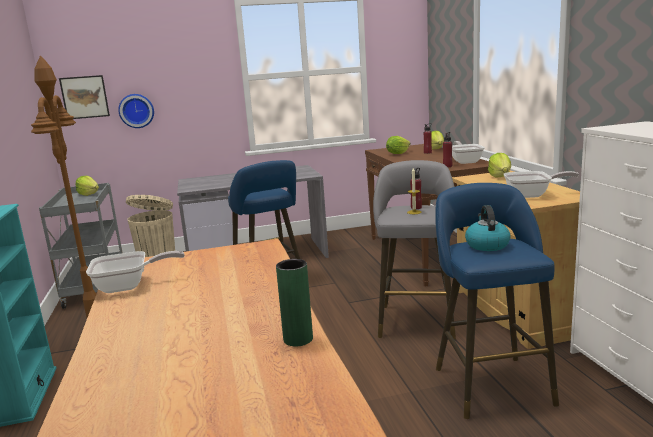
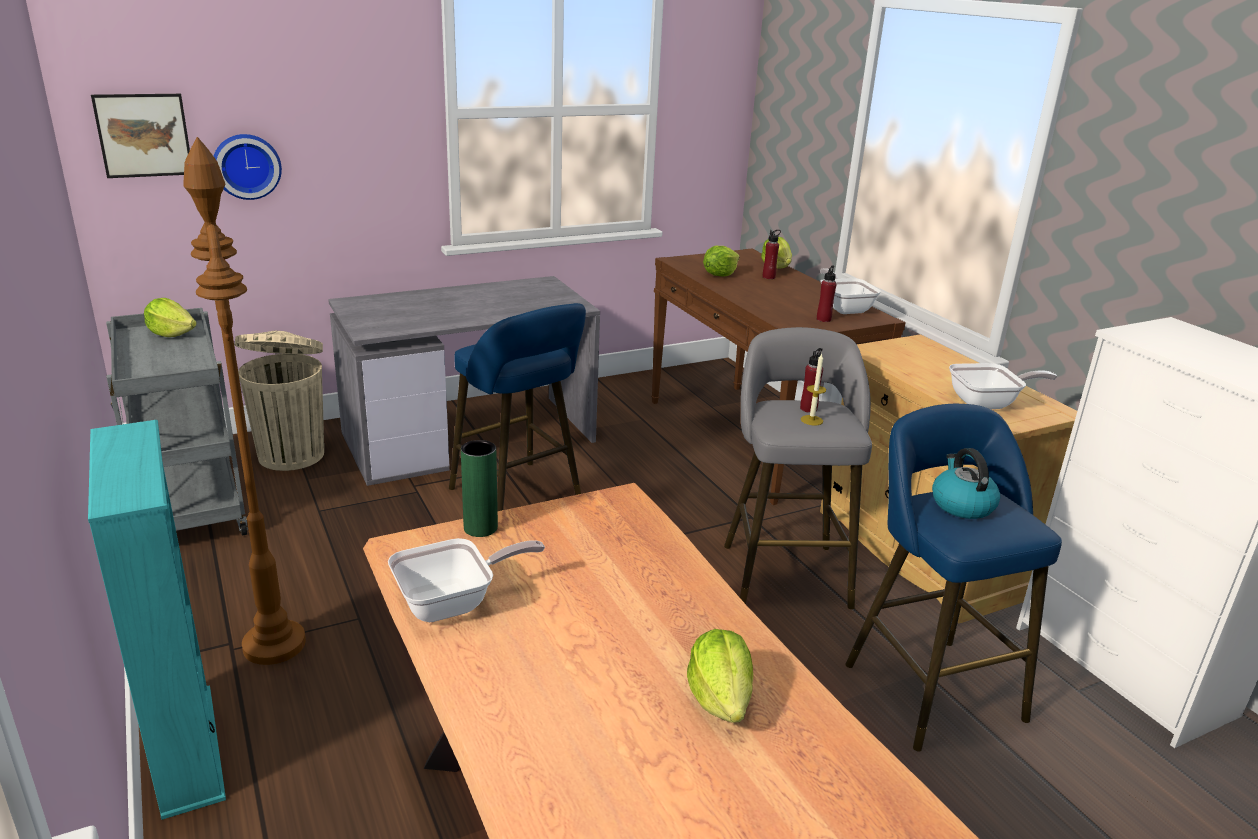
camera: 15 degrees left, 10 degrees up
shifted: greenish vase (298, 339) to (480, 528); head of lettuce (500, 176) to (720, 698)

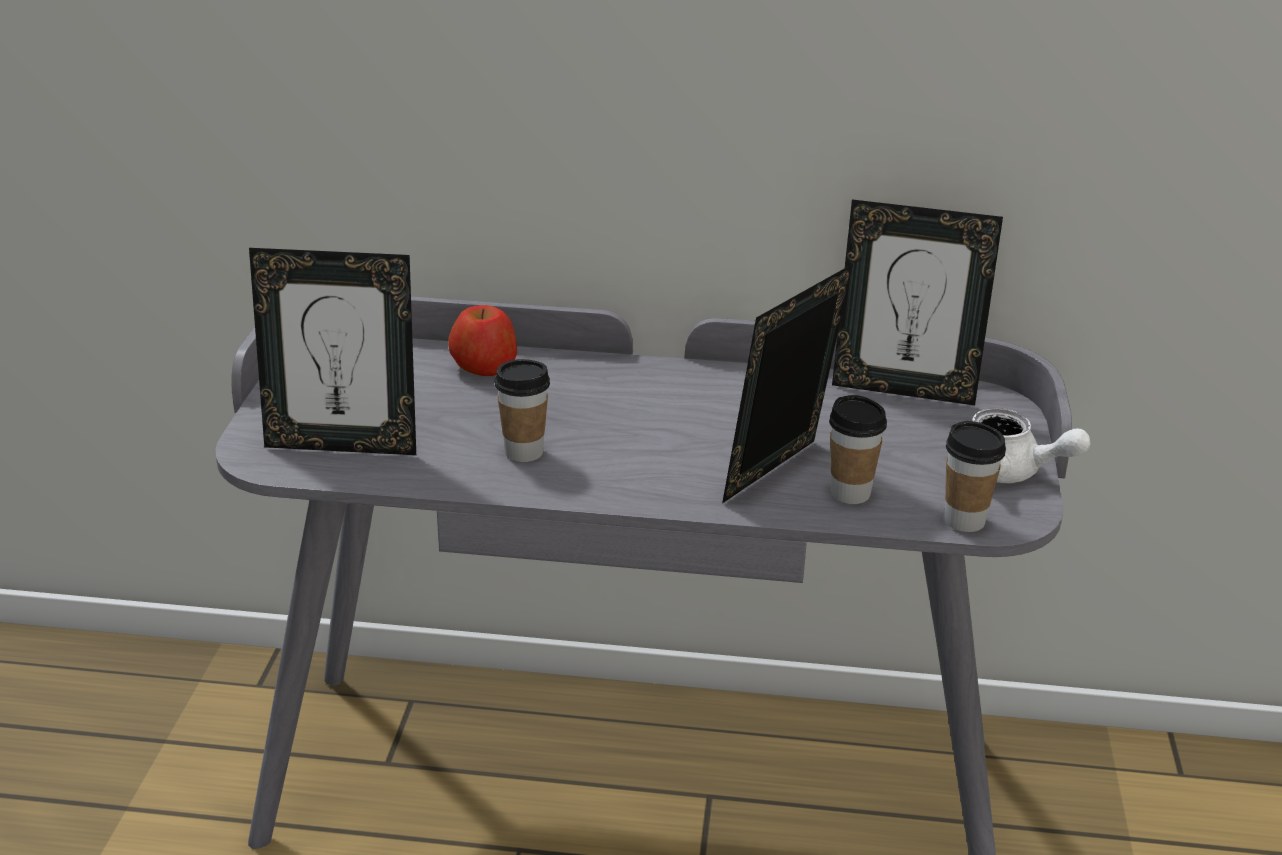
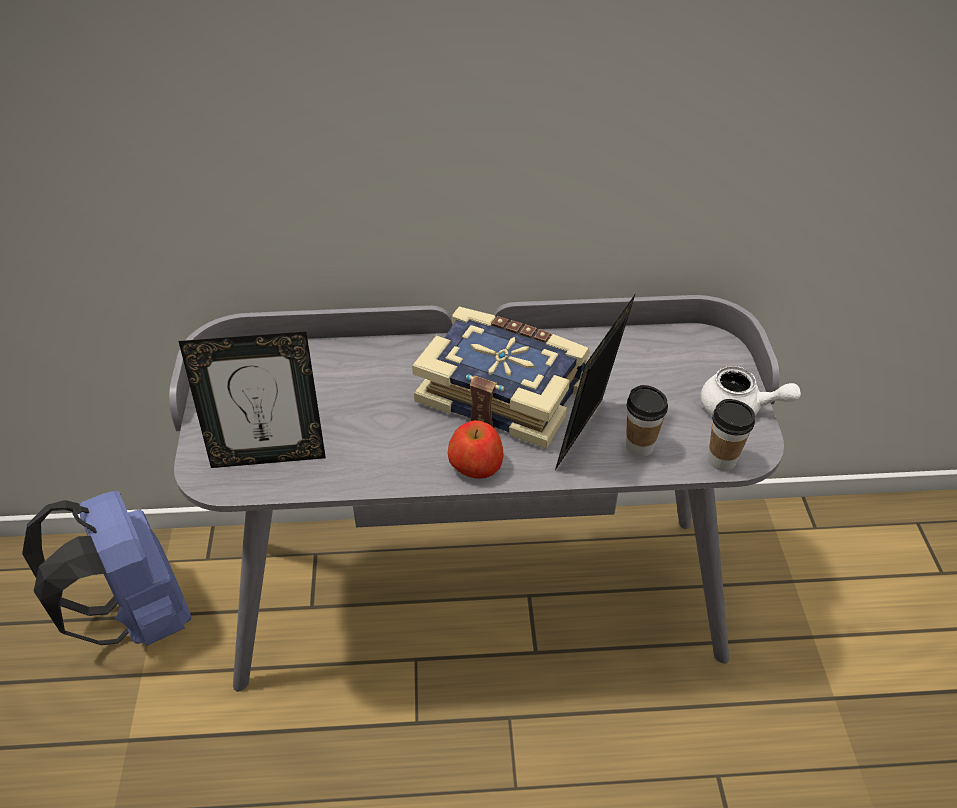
camera: 10 degrees left, 15 degrees up
gone: cup (524, 452); picture frame (904, 389)
new: blue knapsack (136, 615); volume (503, 392)
shifted: whole apple (484, 367) to (475, 465)

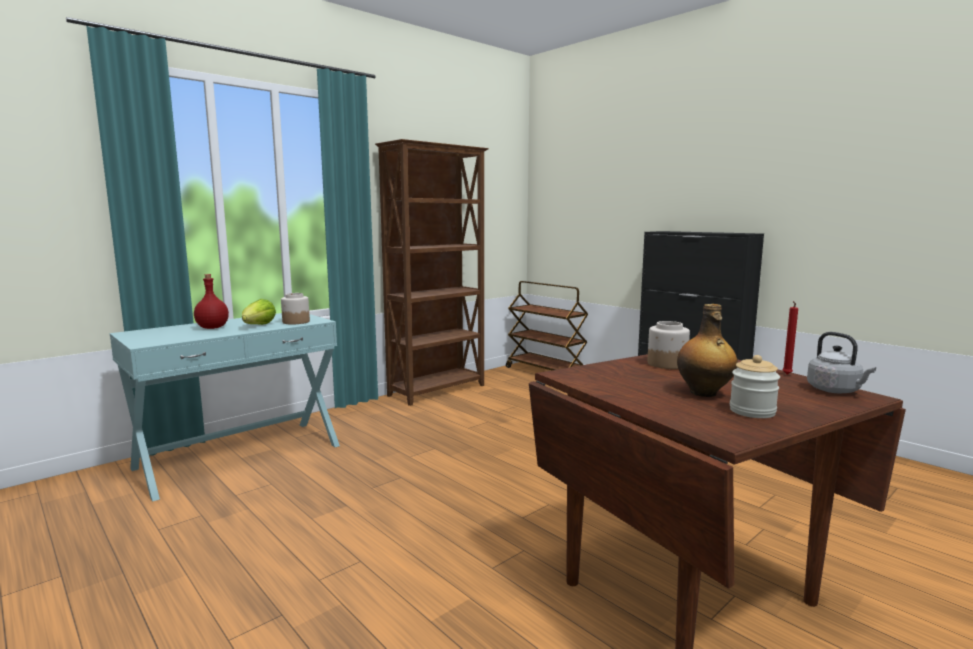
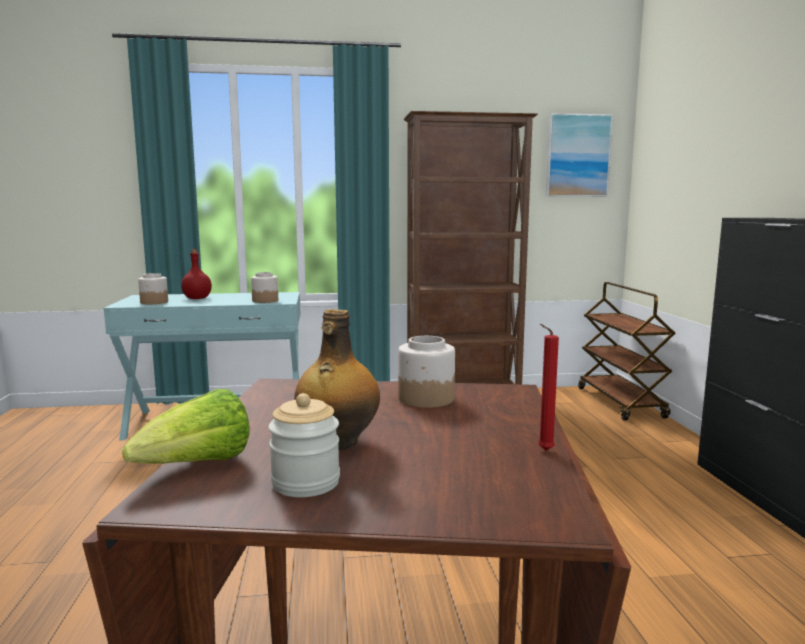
camera: 35 degrees right, 0 degrees up
gone: grey kettle (836, 391)
new: jar (154, 302); wall art (577, 155)
shifted: head of lettuce (258, 326) to (198, 466)

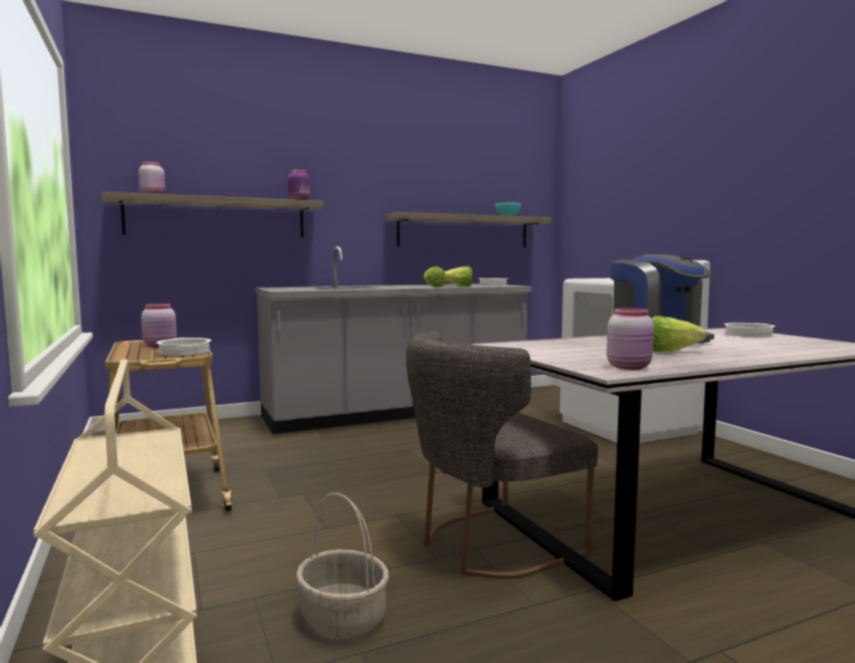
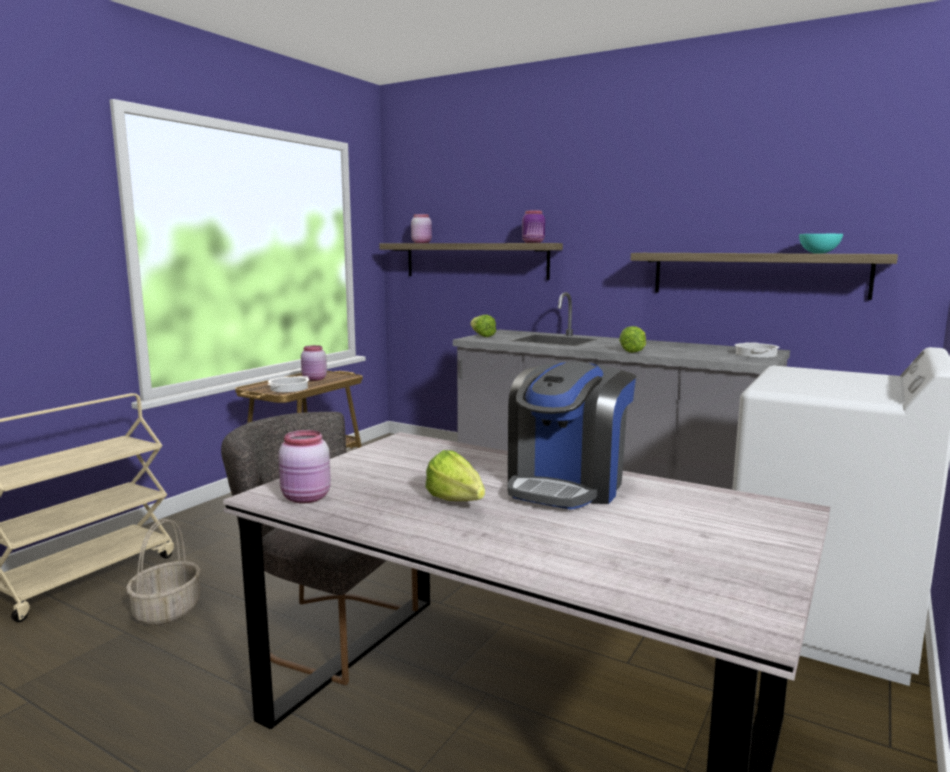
camera: 55 degrees right, 5 degrees up
gone: cooking pot (748, 334)
shifted: head of lettuce (456, 286) to (481, 335)

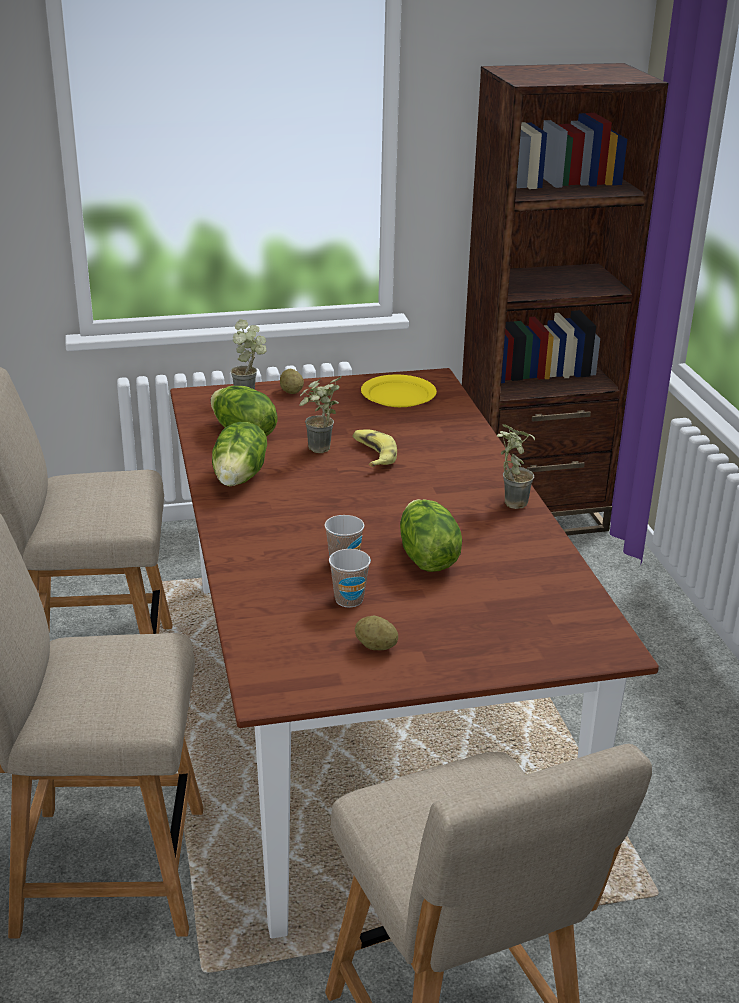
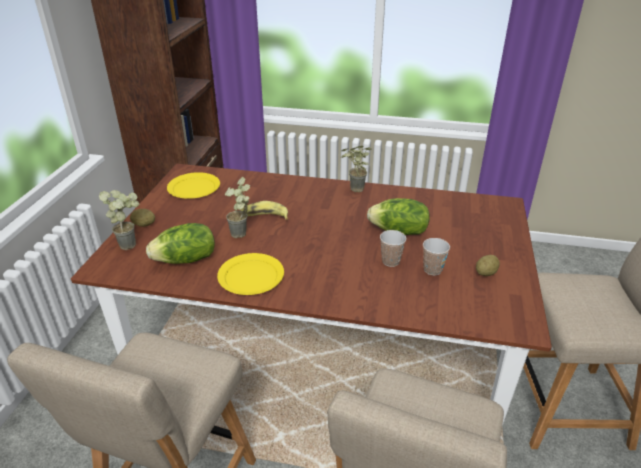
camera: 65 degrees left, 5 degrees up
swapped: head of lettuce (240, 477) to yellow dinner plate (251, 276)

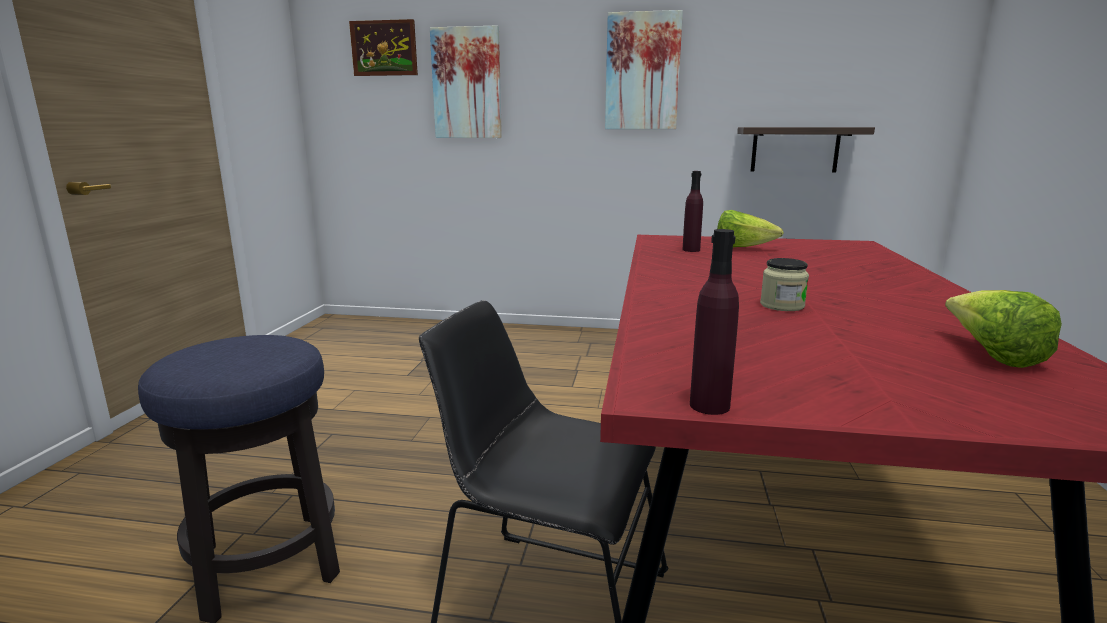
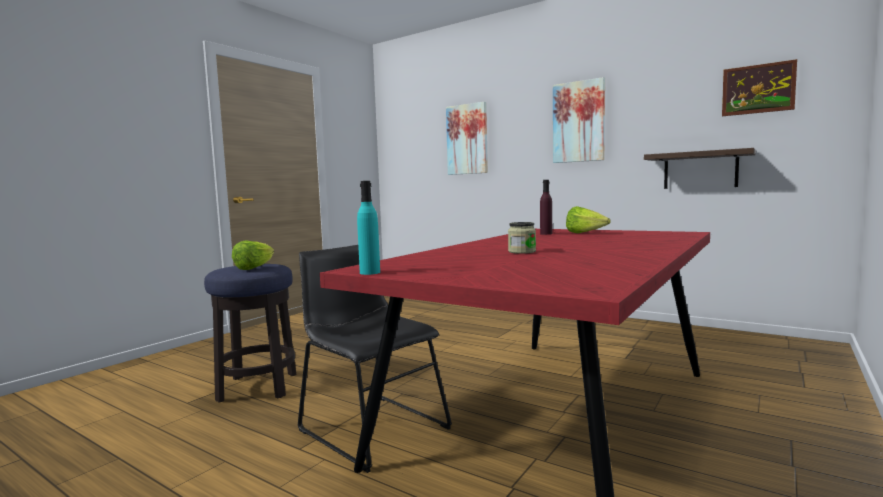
camera: 25 degrees right, 10 degrees down
shifted: head of lettuce (991, 355) to (254, 268); wall art (384, 48) to (758, 89)
repainted: purplish beverage bottle (709, 405) to turquoise beverage bottle (370, 272)

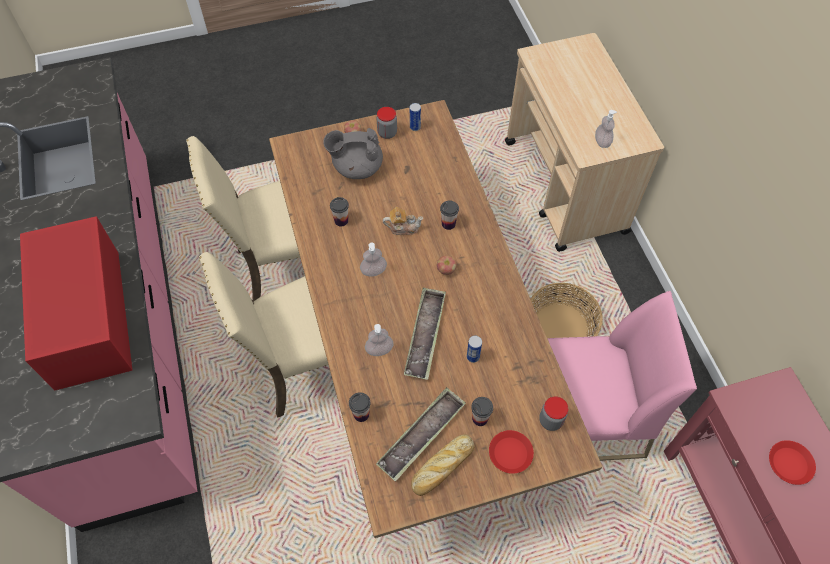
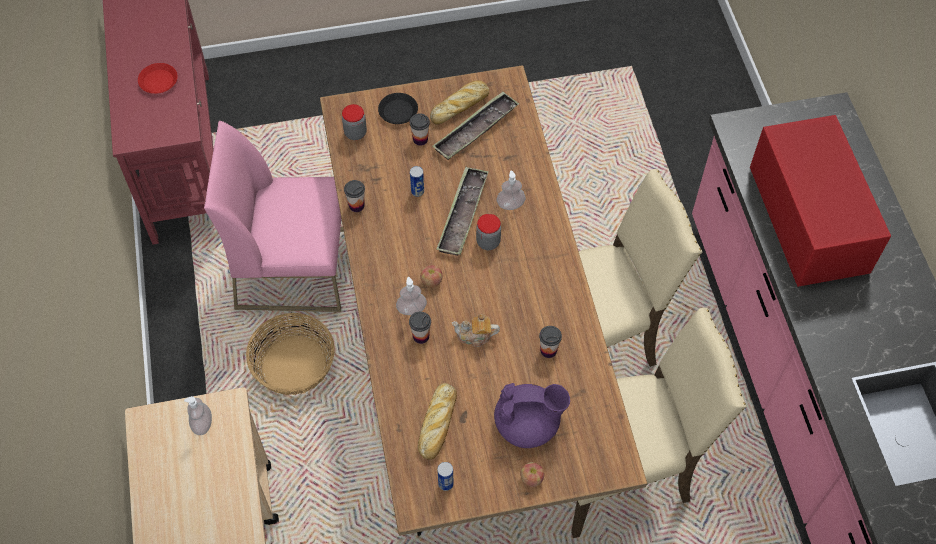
camera: 175 degrees left, 0 degrees up
new: baked bread (437, 424)
shifted: cup (361, 414) to (356, 205); soap bottle (373, 271) to (411, 309); jar (387, 133) to (488, 242)
repainted: reddish dinner plate (510, 453) to black-coloured dinner plate (398, 111); grey pot for tea (356, 167) to purplish pot for tea (528, 424)

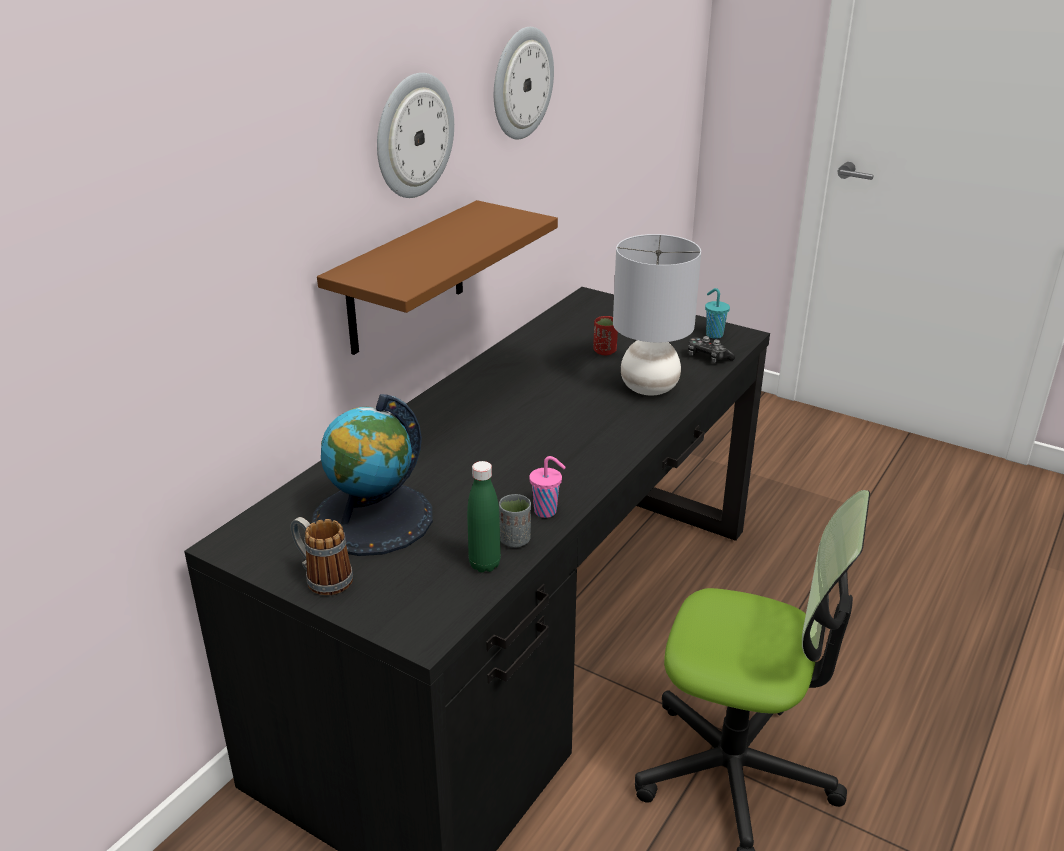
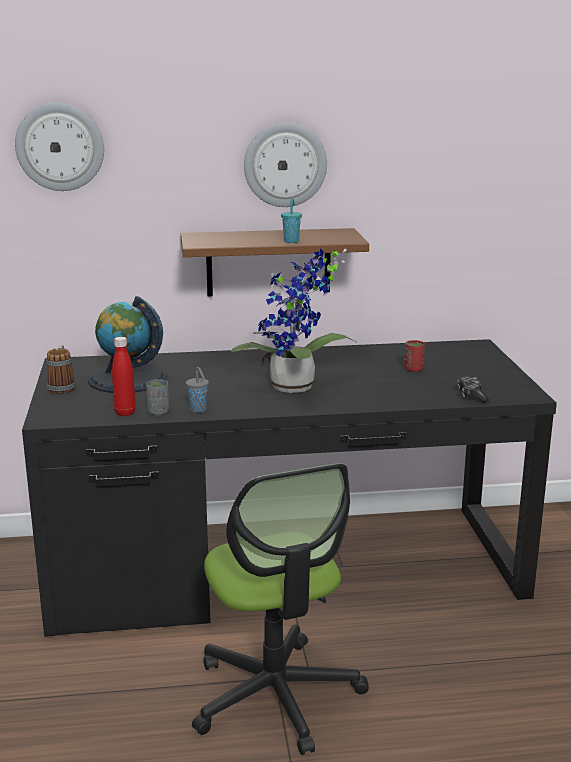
camera: 50 degrees right, 10 degrees down
gone: grey table lamp (648, 387)
new: plant in a pot (295, 389)
shifted: wall clock (521, 83) to (60, 147); turquoise cup (713, 334) to (291, 241)
repainted: greenish beverage bottle (484, 564) to reddish beverage bottle (125, 413); pink cup (547, 511) to grey cup (198, 410)

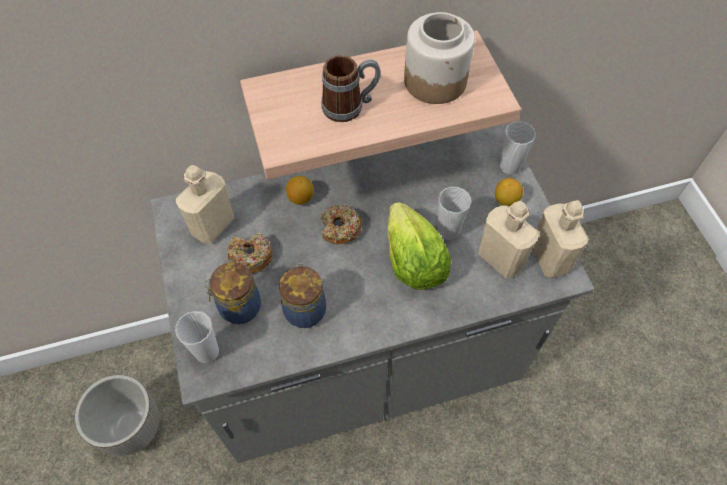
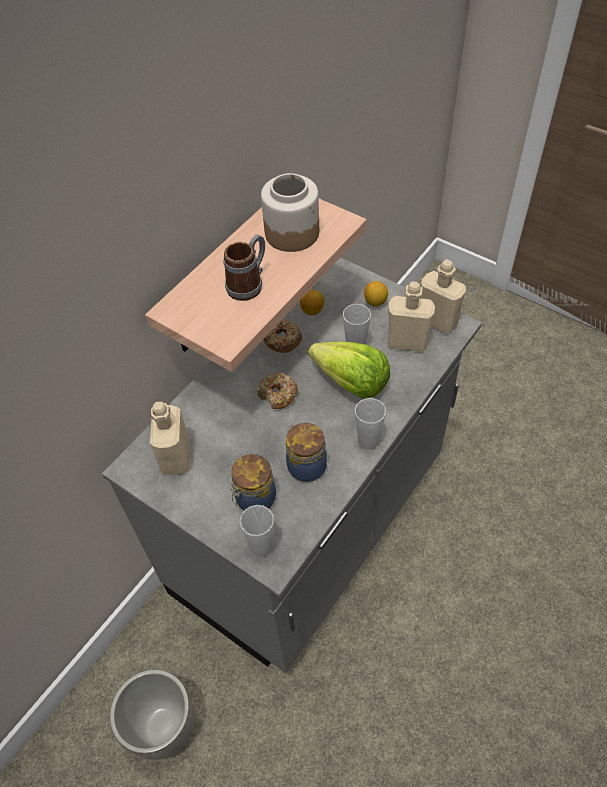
camera: 35 degrees left, 5 degrees down
shifted: donut (251, 256) to (283, 340); citrus fruit (301, 198) to (312, 310); cup (509, 166) to (368, 441)

